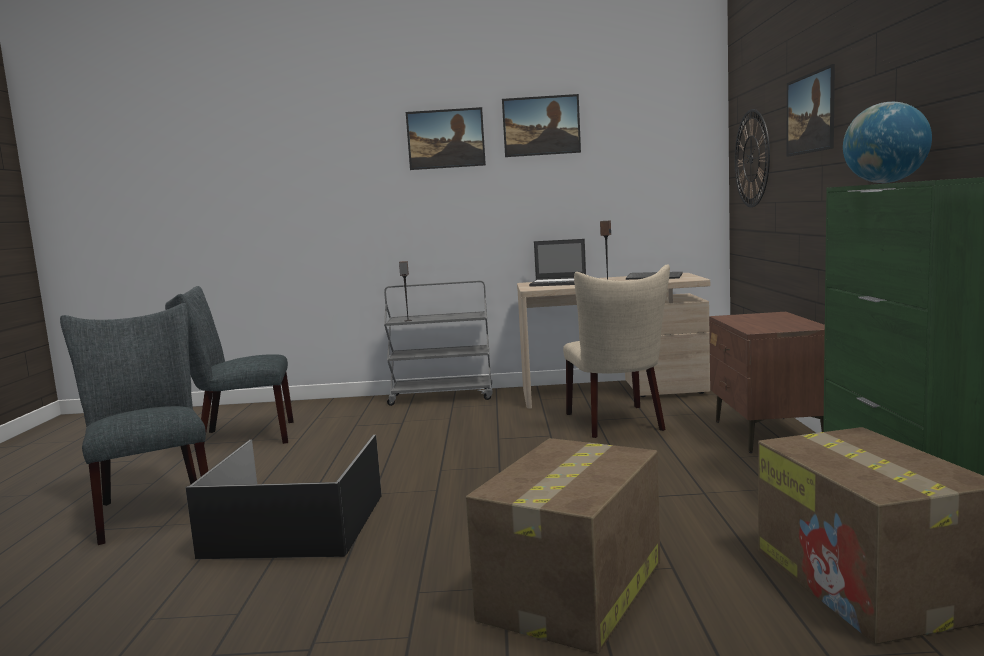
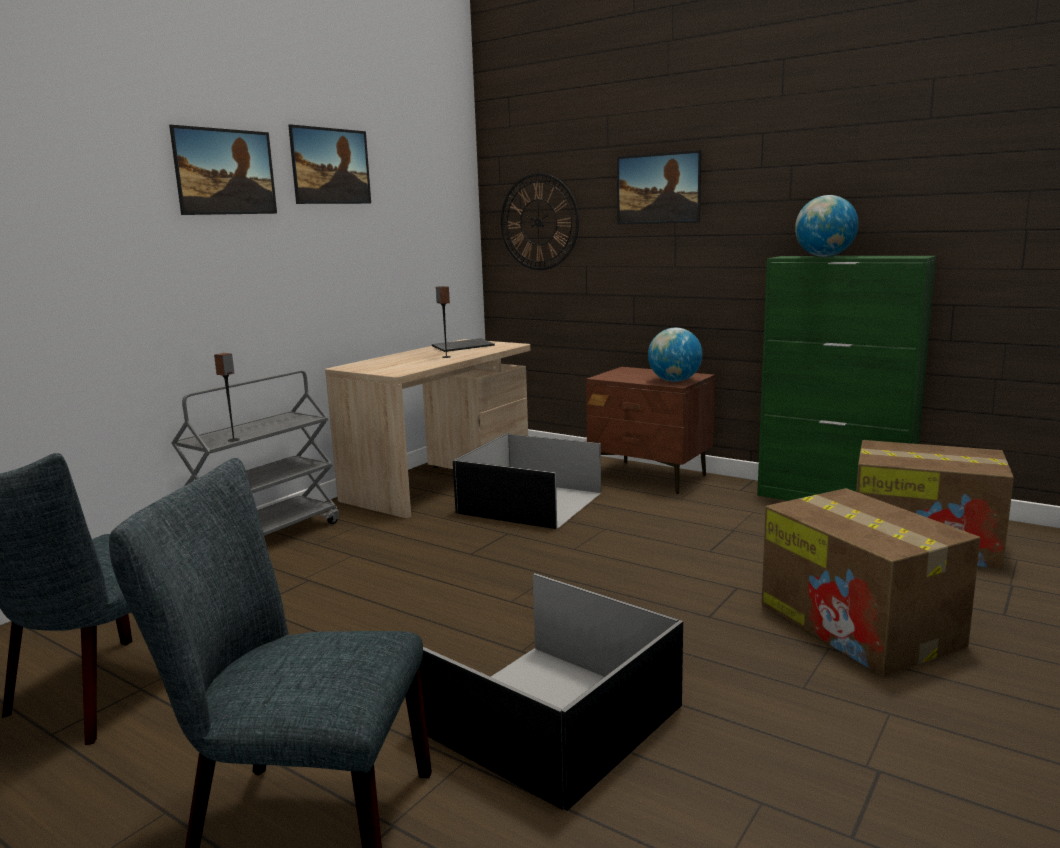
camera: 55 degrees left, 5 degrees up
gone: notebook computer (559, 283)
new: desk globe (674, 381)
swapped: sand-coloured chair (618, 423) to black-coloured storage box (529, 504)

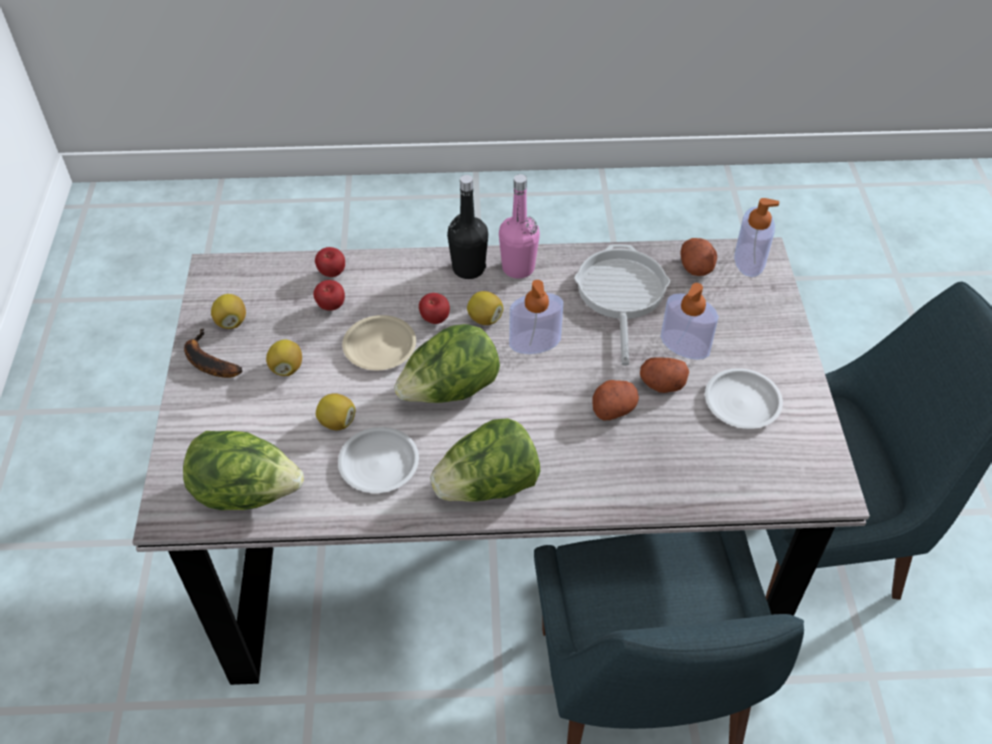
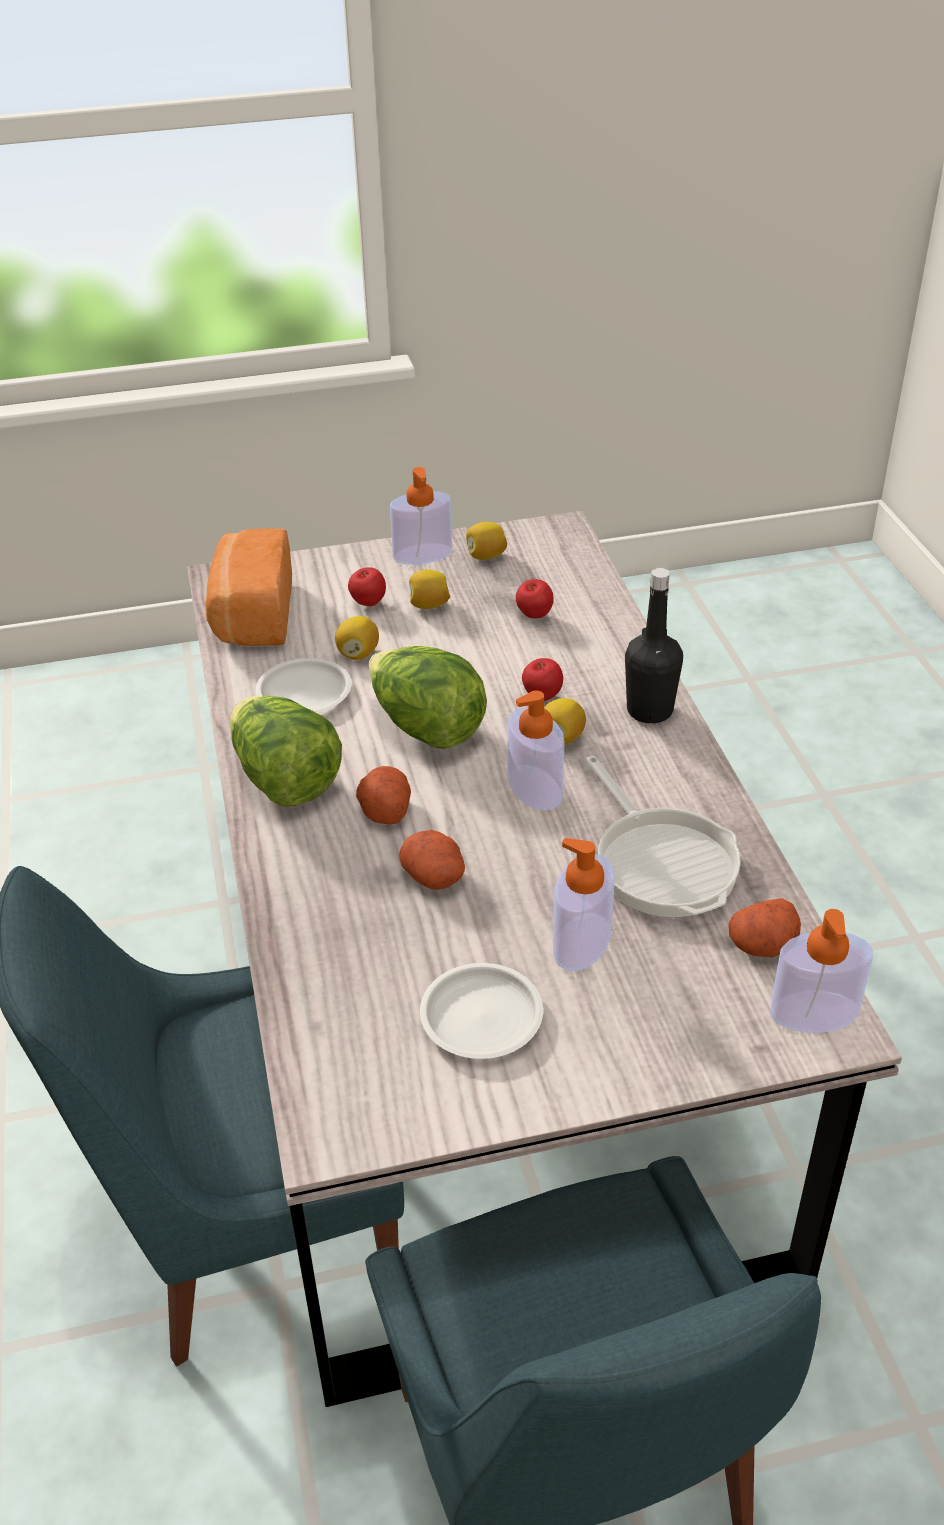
camera: 80 degrees right, 10 degrees down
gone: sand-coloured dinner plate (380, 347); pink beverage bottle (518, 268)
shifted: whole apple (332, 274) to (368, 604); spud (661, 384) to (385, 809)
swapped: head of lettuce (247, 493) to baked bread (252, 615); banana fruit (207, 362) to soap bottle (422, 554)
rotated: frying pan (620, 294) = (661, 862) 75 degrees clockwise

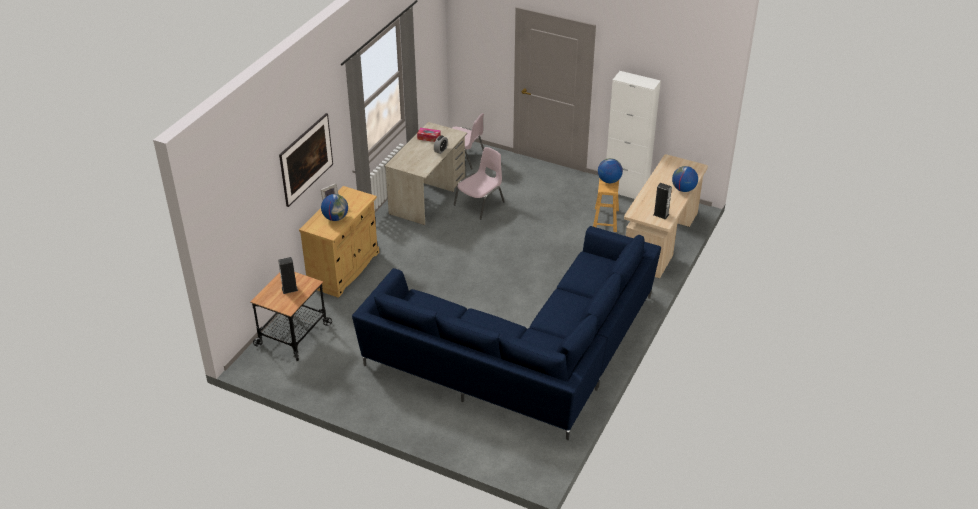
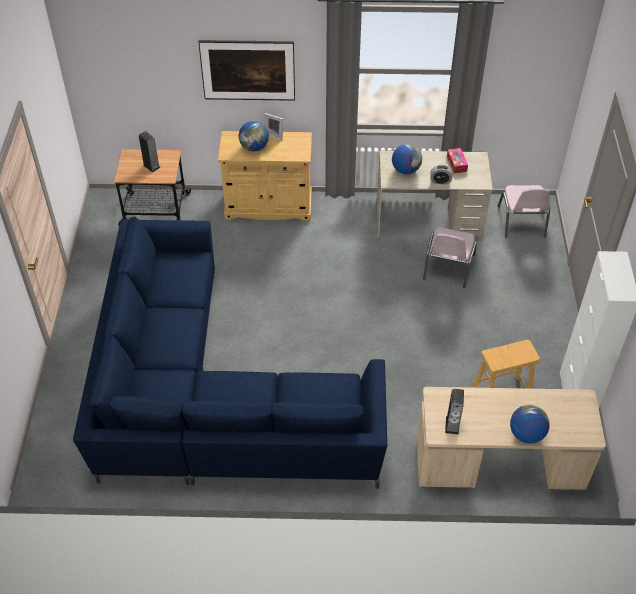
camera: 65 degrees right, 10 degrees up
shifted: desk globe (609, 181) to (405, 170)
rotated: pink chair (480, 203) = (448, 267) 90 degrees clockwise

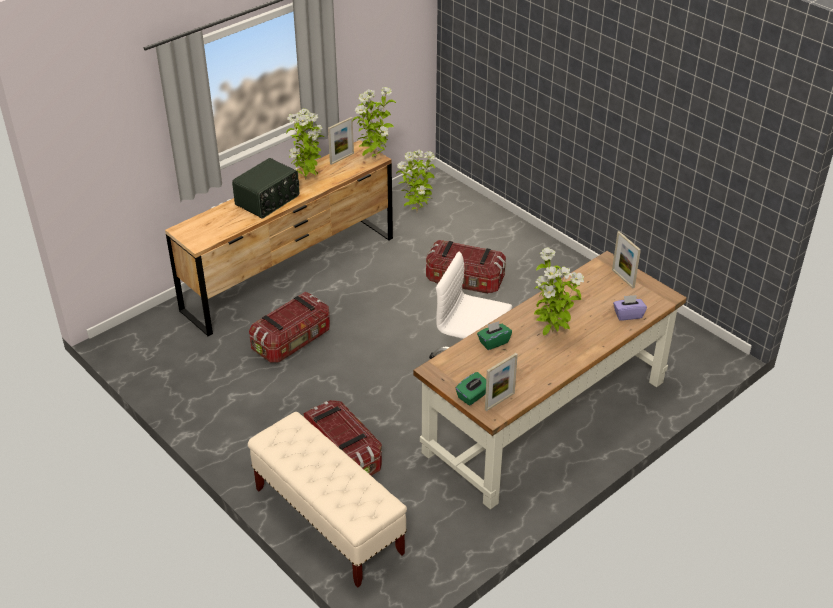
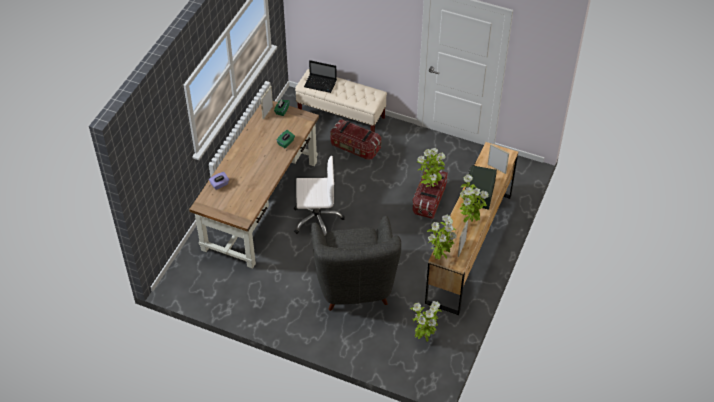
camera: 155 degrees right, 10 degrees up
new: notebook computer (321, 84)
shifted: plant in a pot (551, 333) to (430, 187); picture frame (623, 278) to (496, 168)
swapped: storage box (464, 281) to grey easy chair (354, 283)

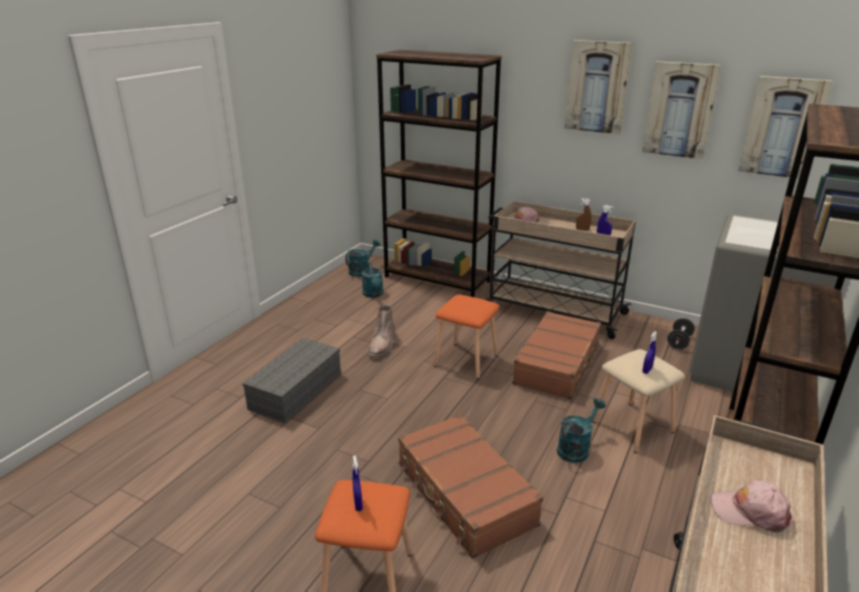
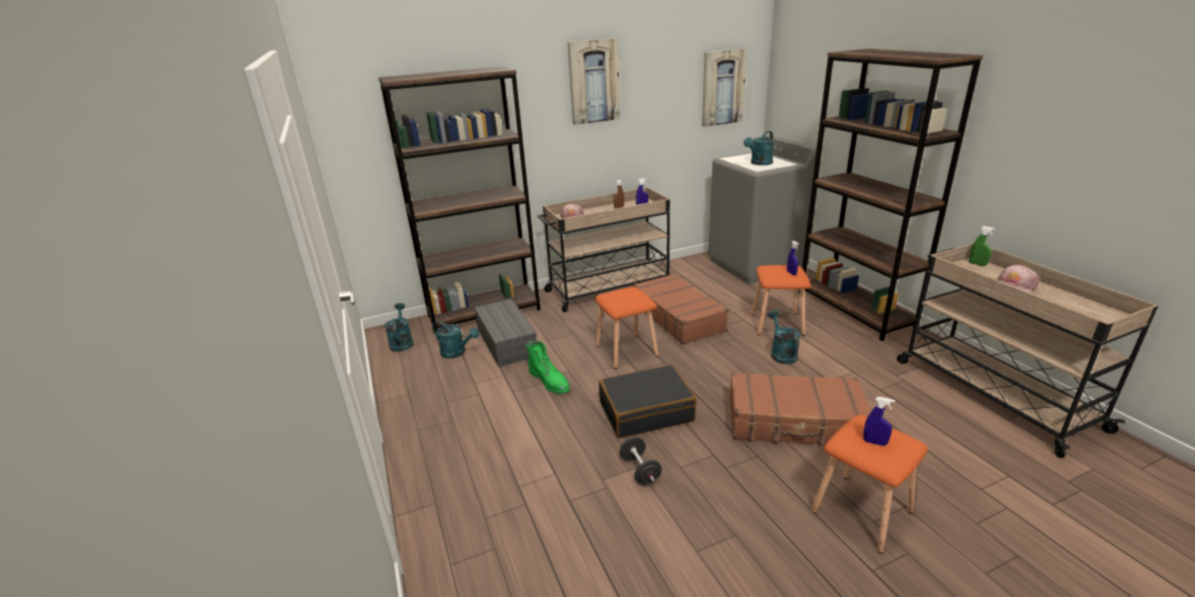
camera: 50 degrees left, 0 degrees up
gone: wall art (680, 110)
new: black-coloured travel case (646, 411); turquoise sprinkling can (759, 163); greenish sprayer (977, 264)
shifted: grey storage box (296, 390) to (505, 342); black-coloured free weight (679, 342) to (640, 471)
repainted: brown high-top boot (383, 345) to greenish high-top boot (550, 381); sand-coloured stool (634, 427) to orange stool (778, 323)

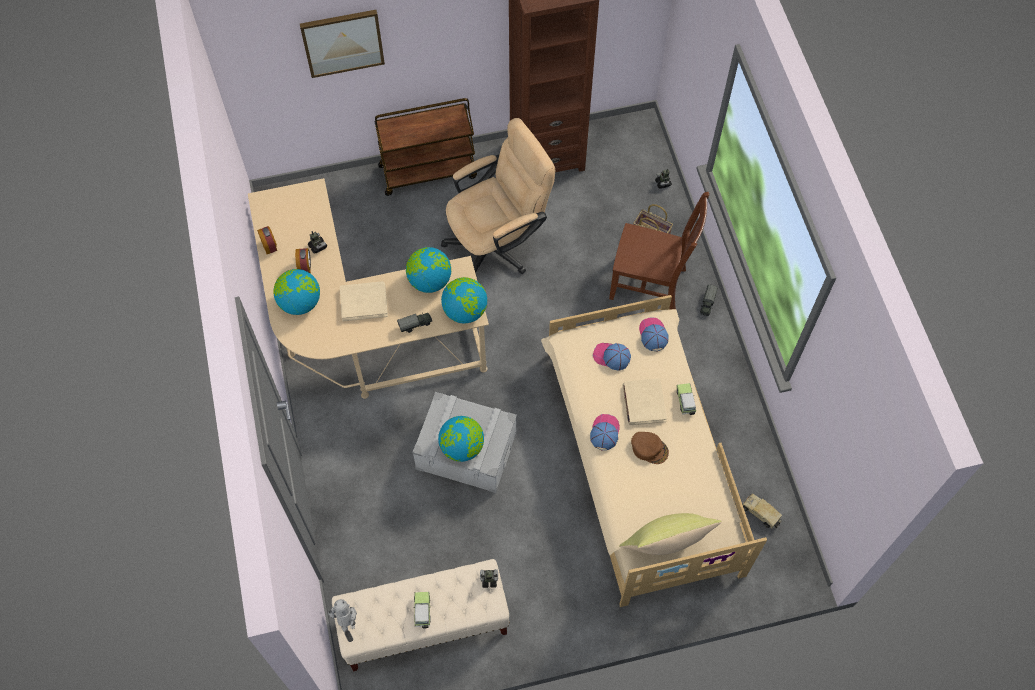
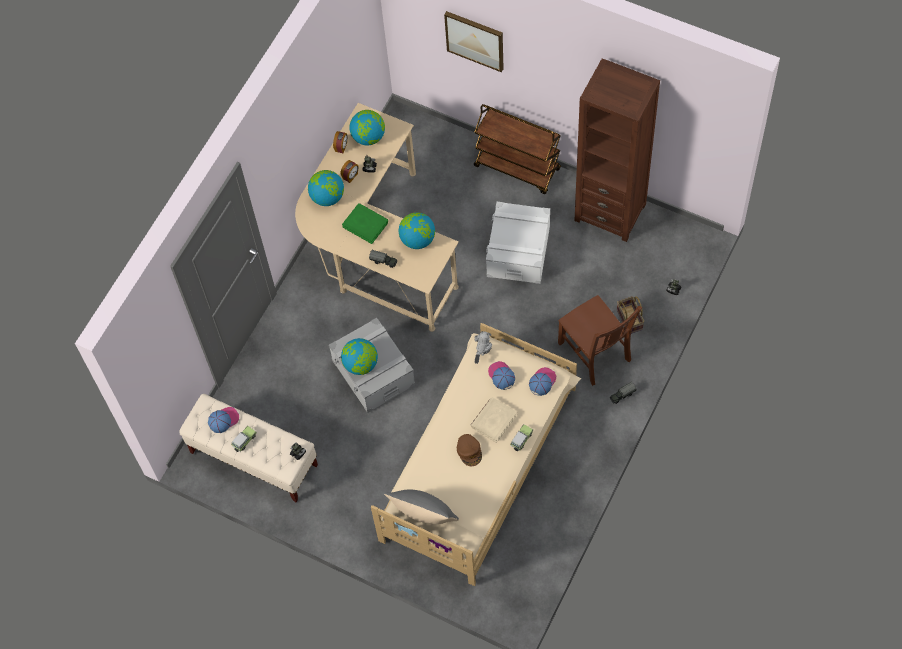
camera: 45 degrees right, 0 degrees up
gone: toy lorry (761, 513)
shifted: peaked cap (604, 432) to (223, 420); desk globe (465, 311) to (368, 137); robot figure (347, 624) to (482, 354)
swapped: sand-coloured office chair (498, 243) to white storage box (518, 251)
repainted: sand-coloured volume (364, 302) to greenish volume (365, 224); yellow cushion (664, 545) to grey cushion (422, 516)

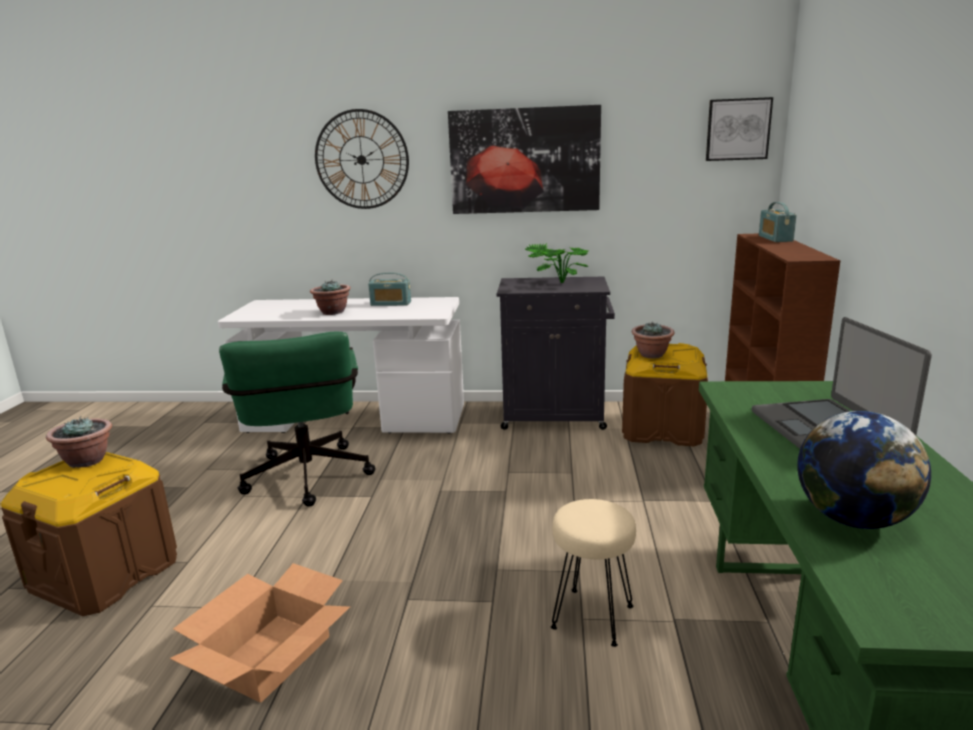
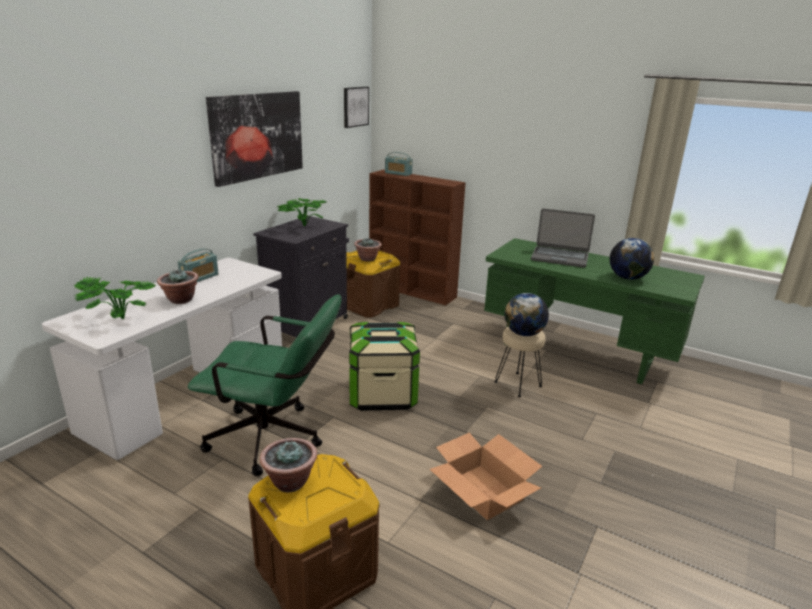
camera: 65 degrees left, 5 degrees up
gone: wall clock (361, 160)
new: plant in a pot (118, 318); storage box (382, 394); desk globe (524, 334)

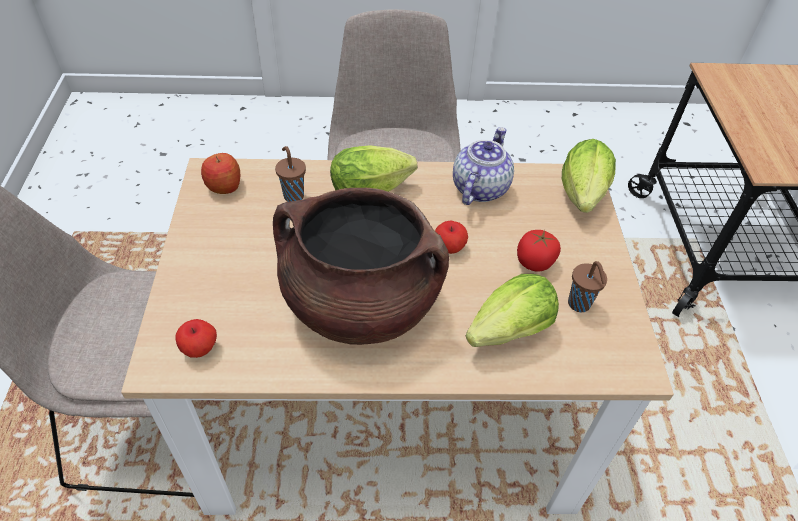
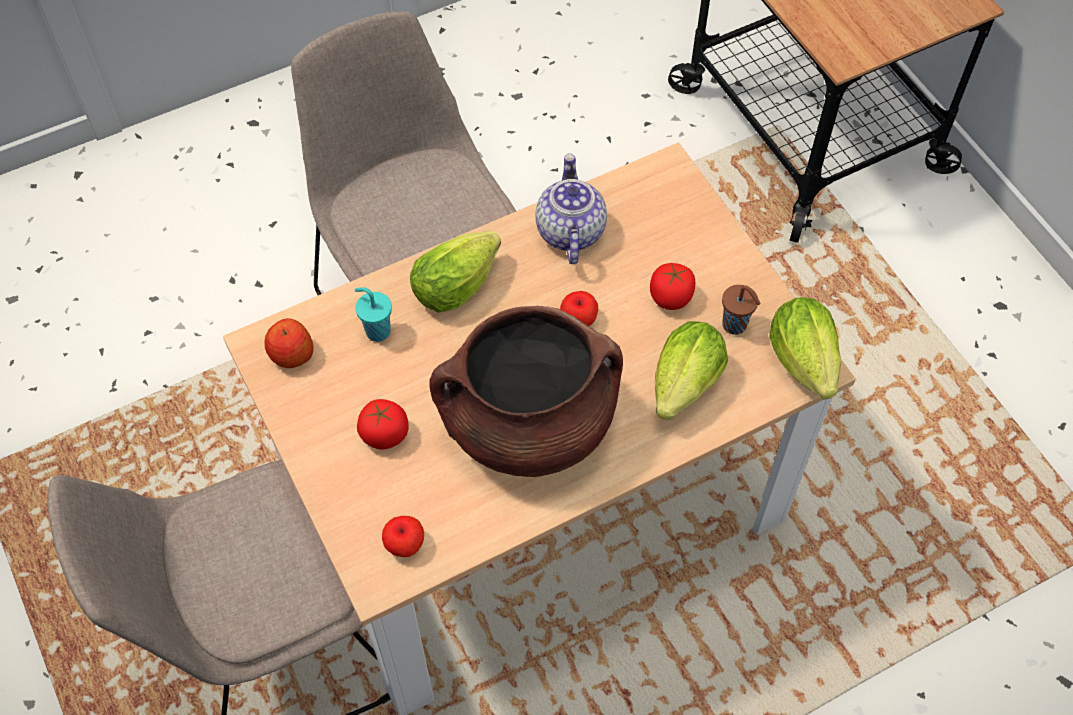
camera: 25 degrees left, 10 degrees up
new: tomato (385, 433)
shifted: head of lettuce (582, 198) to (805, 366)
repainted: brown cup (293, 195) to turquoise cup (376, 331)

